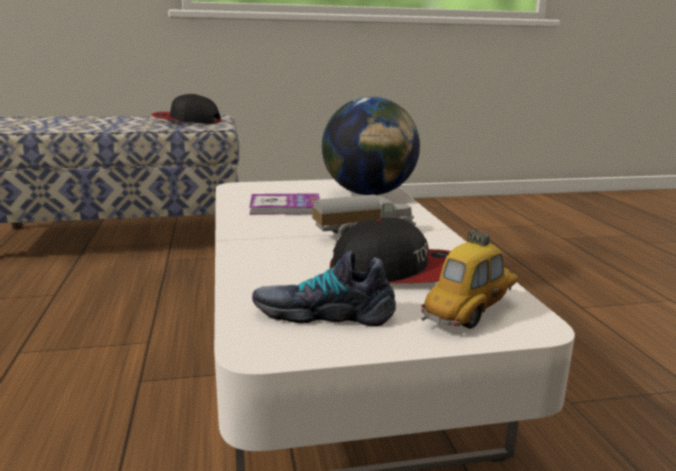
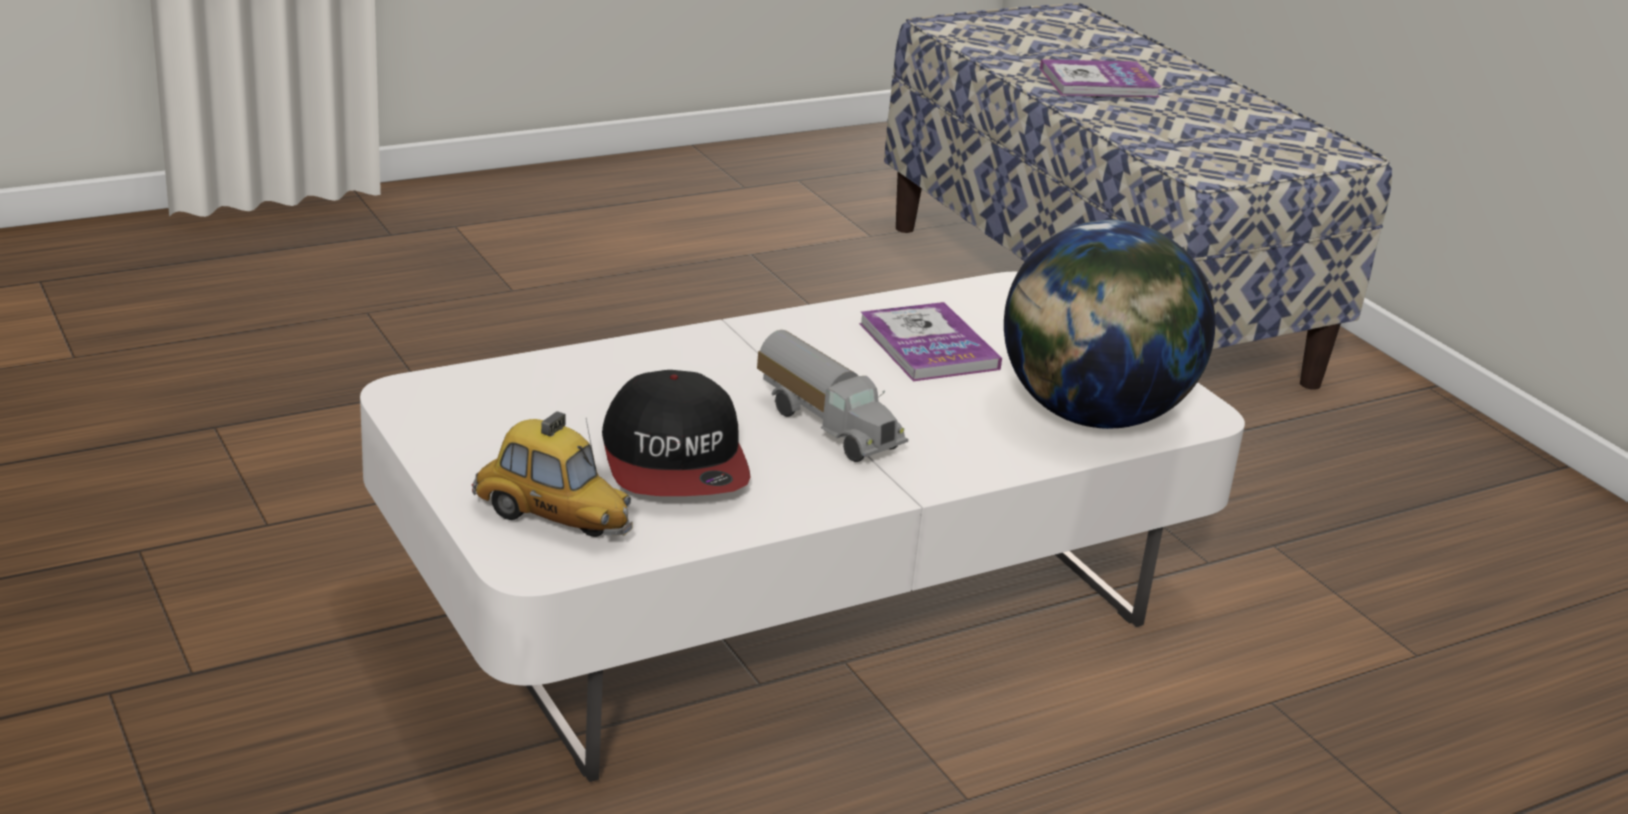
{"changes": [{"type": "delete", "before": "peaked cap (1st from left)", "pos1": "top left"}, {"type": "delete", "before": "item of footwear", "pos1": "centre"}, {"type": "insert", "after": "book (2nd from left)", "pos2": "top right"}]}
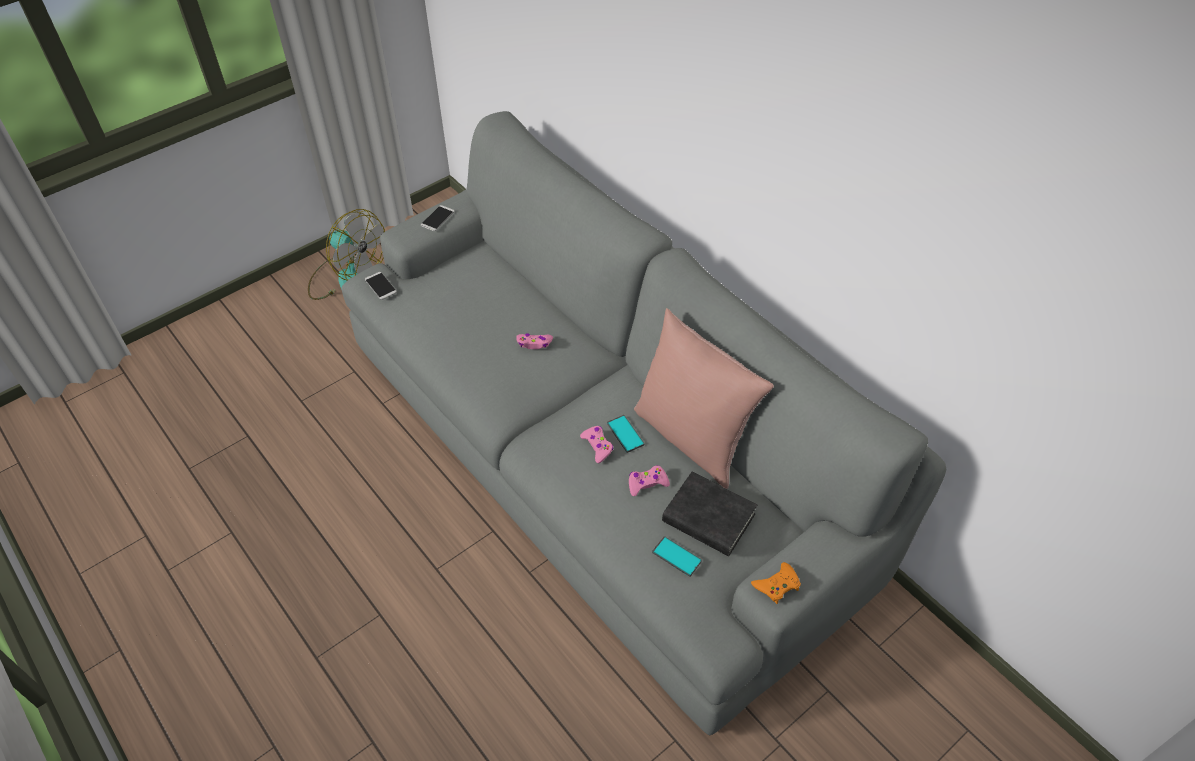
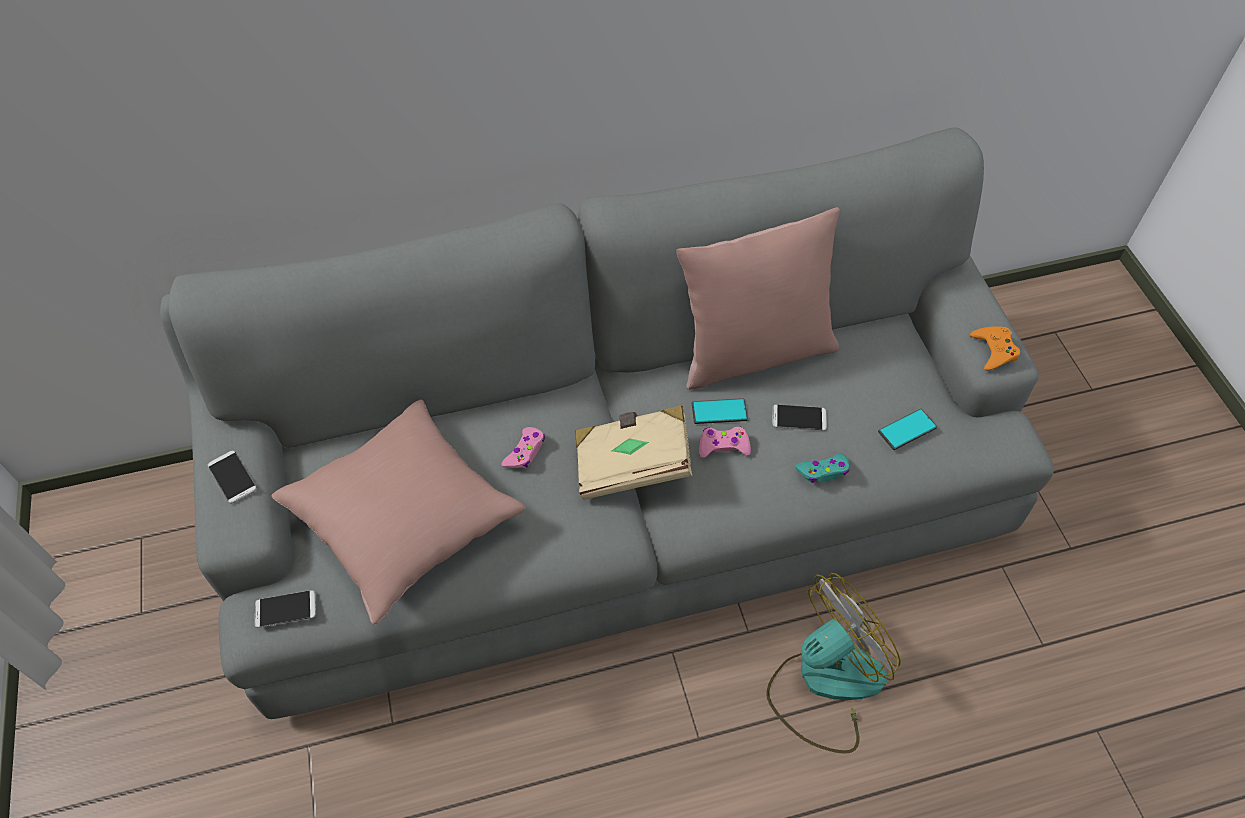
{"changes": [{"type": "move", "before": "cooling fan", "pos1": "middle left", "pos2": "bottom right"}, {"type": "replace", "before": "pinkish joypad (3rd from left)", "after": "phone (4th from left)", "pos1": "centre", "pos2": "centre"}, {"type": "delete", "before": "blackish book", "pos1": "bottom centre"}, {"type": "insert", "after": "pinkish throw pillow (1st from left)", "pos2": "middle left"}, {"type": "insert", "after": "sand-coloured book", "pos2": "centre"}, {"type": "insert", "after": "turquoise joypad", "pos2": "centre"}]}
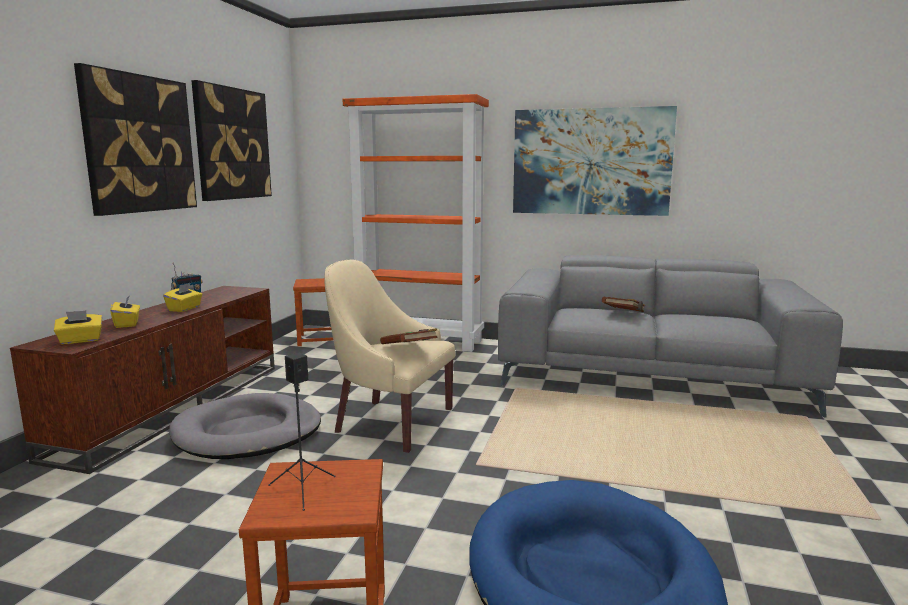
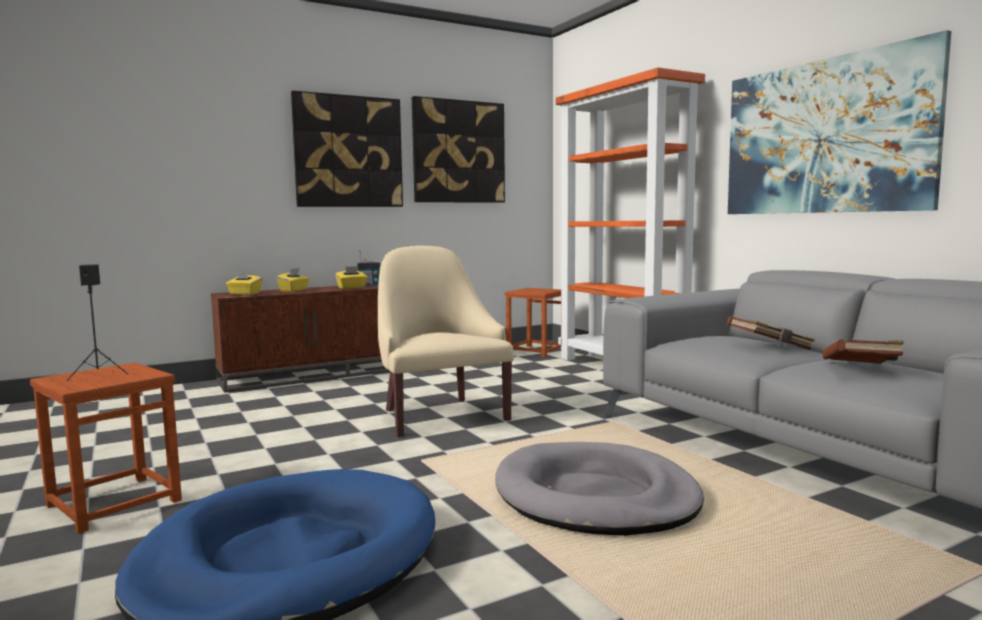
{"changes": [{"type": "move", "before": "greyish dog bed", "pos1": "bottom left", "pos2": "bottom centre"}, {"type": "move", "before": "brown-coloured book (1st from left in the first image)", "after": "brown-coloured book (2nd from left)", "pos1": "centre", "pos2": "middle right"}]}
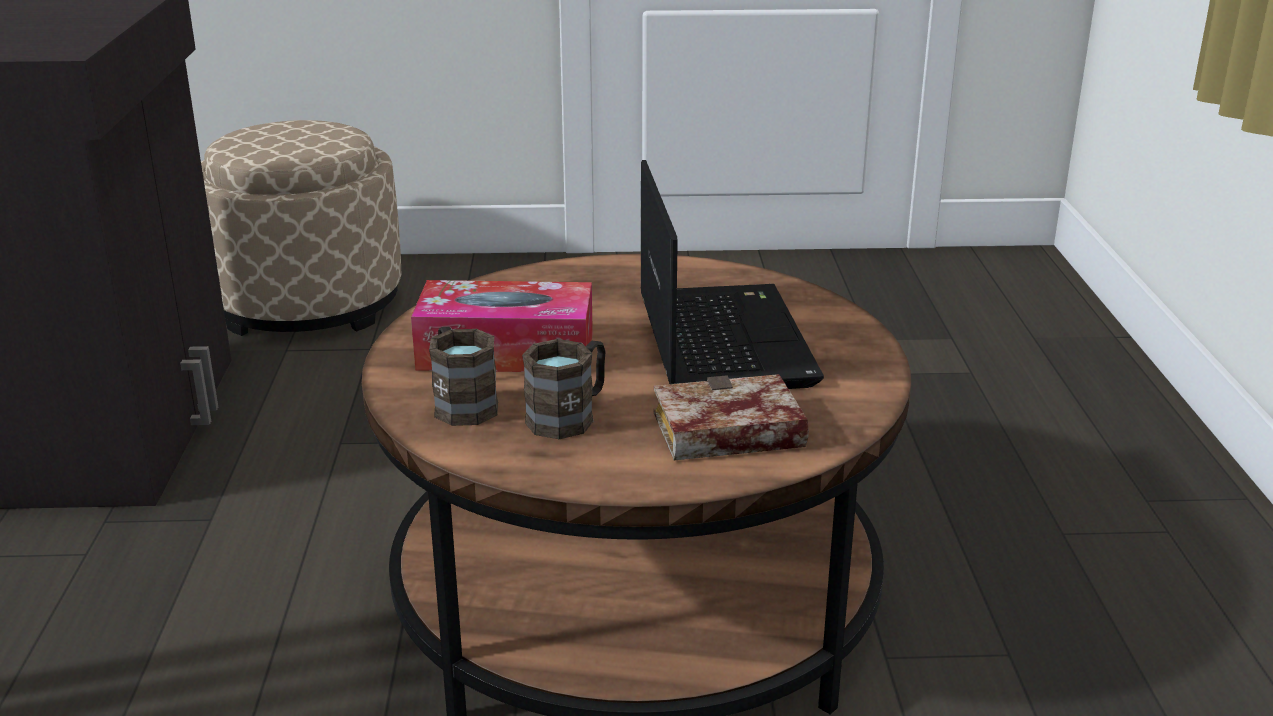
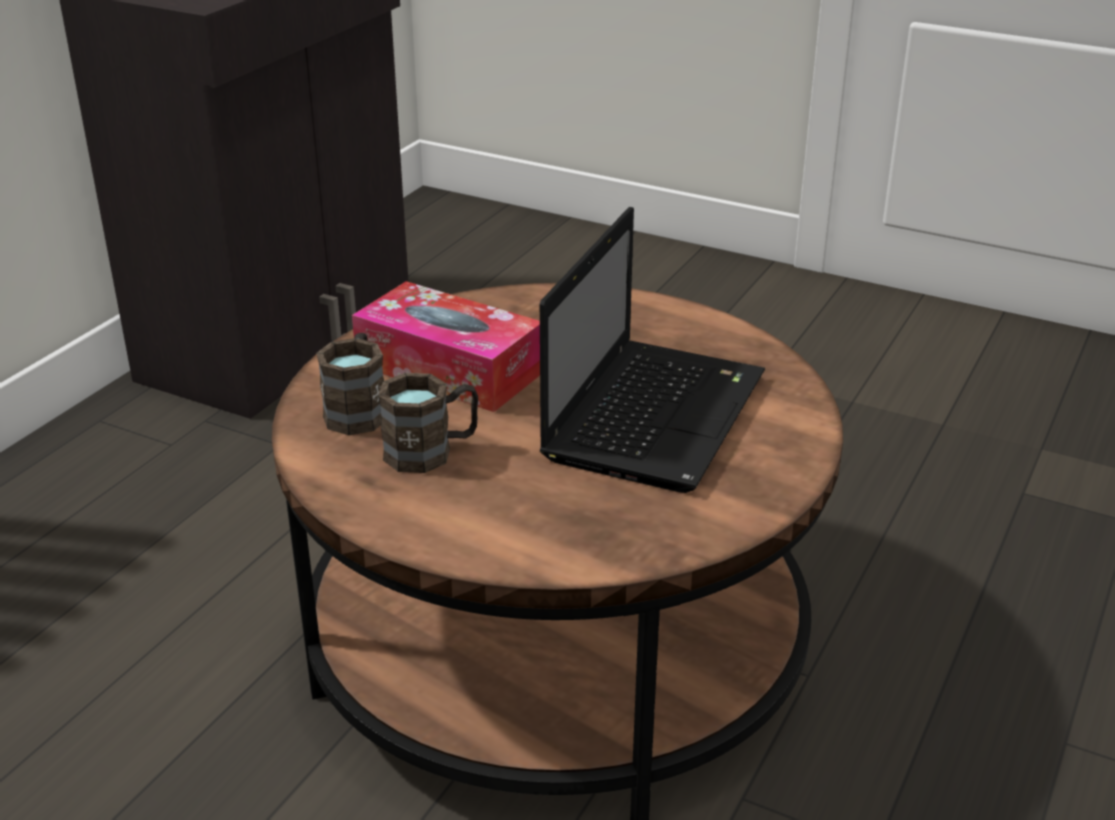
{"changes": [{"type": "delete", "before": "sand-coloured pouffe", "pos1": "top left"}, {"type": "delete", "before": "book", "pos1": "centre"}]}
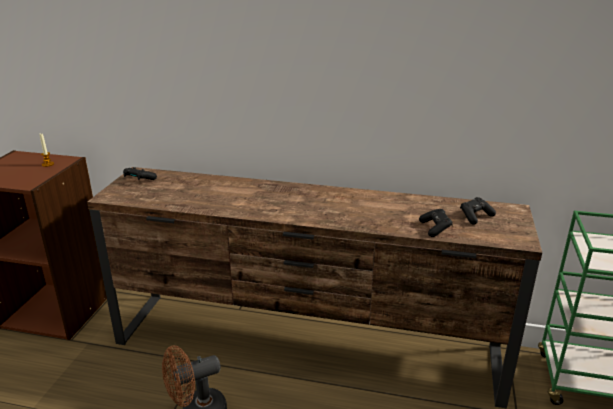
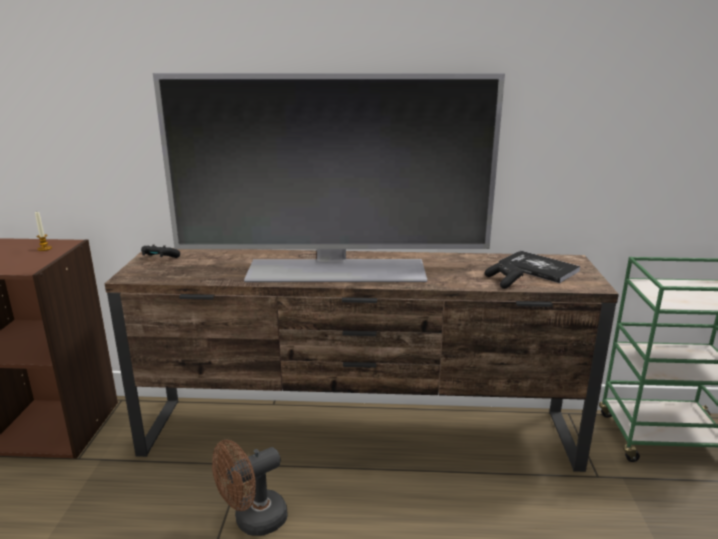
{"changes": [{"type": "replace", "before": "blackish joypad (3rd from left)", "after": "book", "pos1": "middle right", "pos2": "middle right"}, {"type": "insert", "after": "TV", "pos2": "top centre"}]}
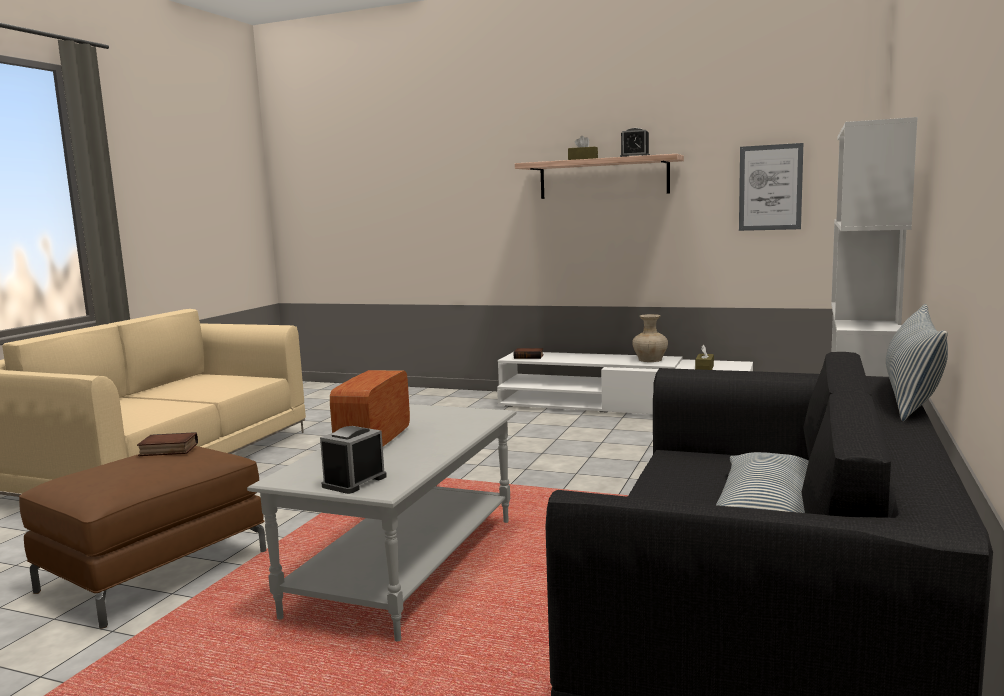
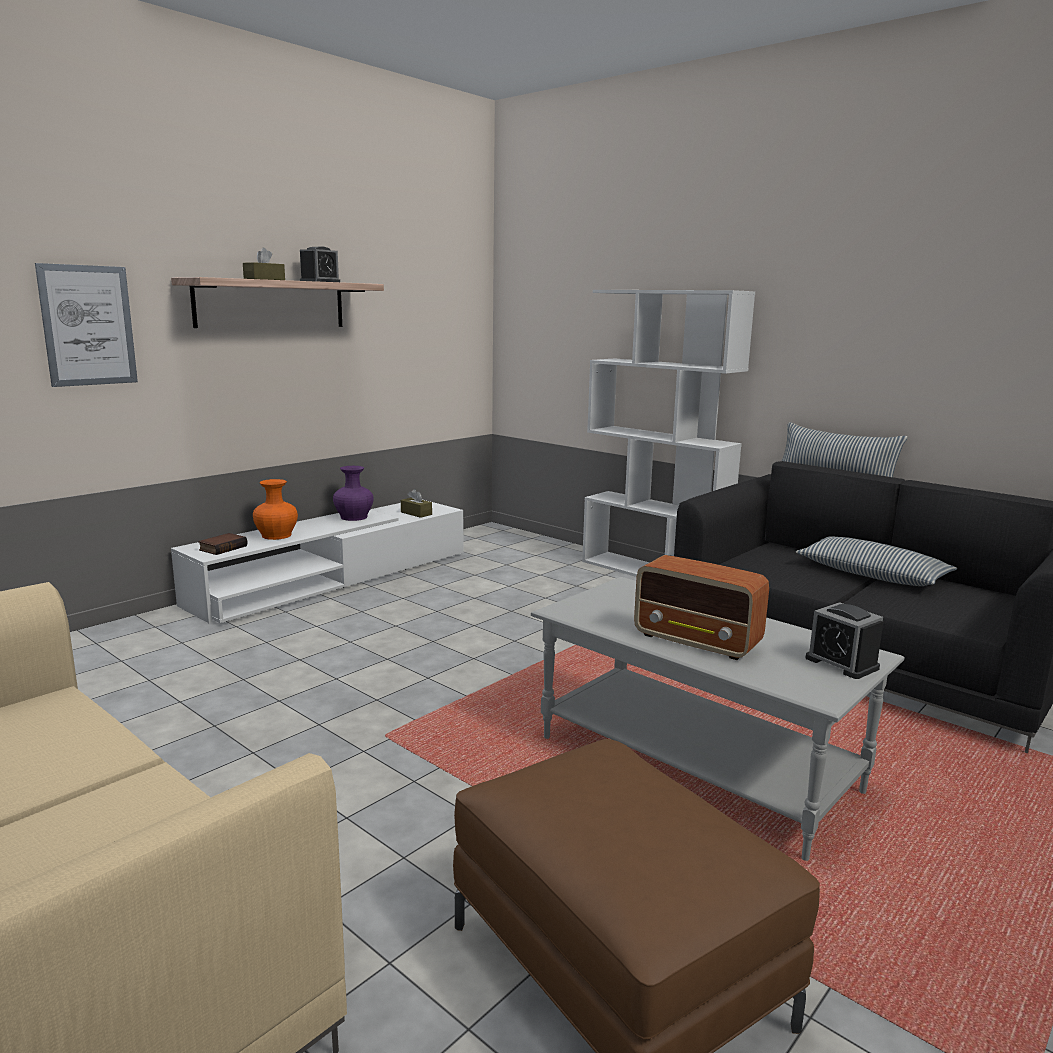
{"changes": [{"type": "delete", "before": "book (1st from left)", "pos1": "middle left"}, {"type": "recolor", "before": "sand-coloured decorative vase", "after": "purplish decorative vase", "pos1": "centre", "pos2": "centre"}, {"type": "move", "before": "wall picture", "pos1": "top right", "pos2": "top left"}, {"type": "insert", "after": "orange-coloured decorative vase", "pos2": "middle left"}]}
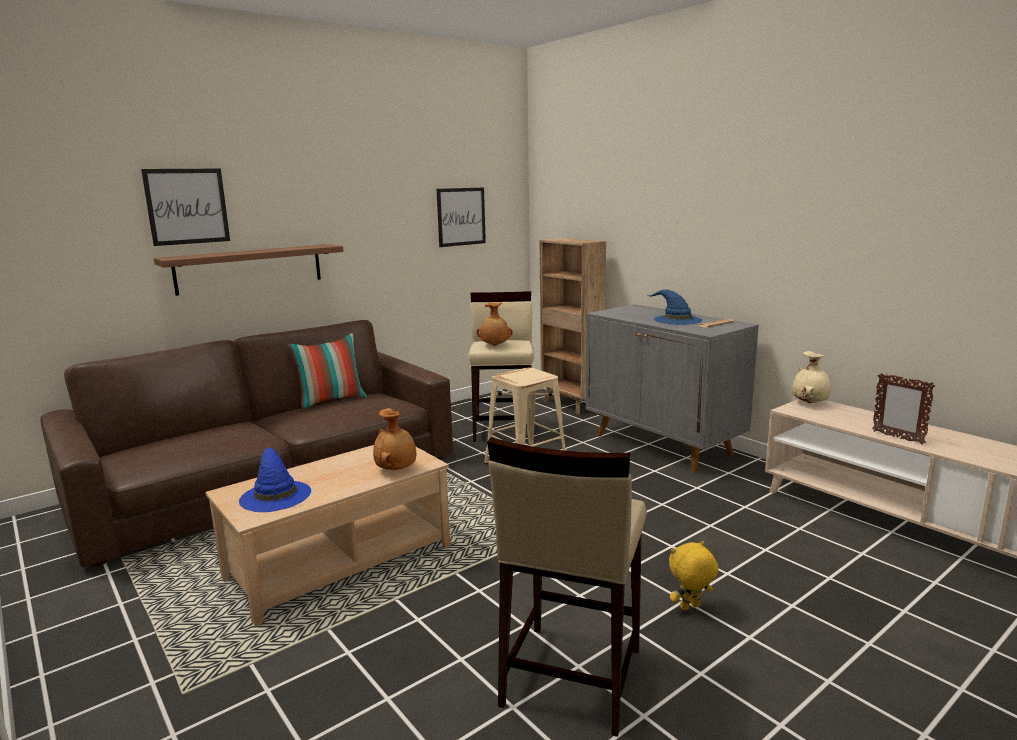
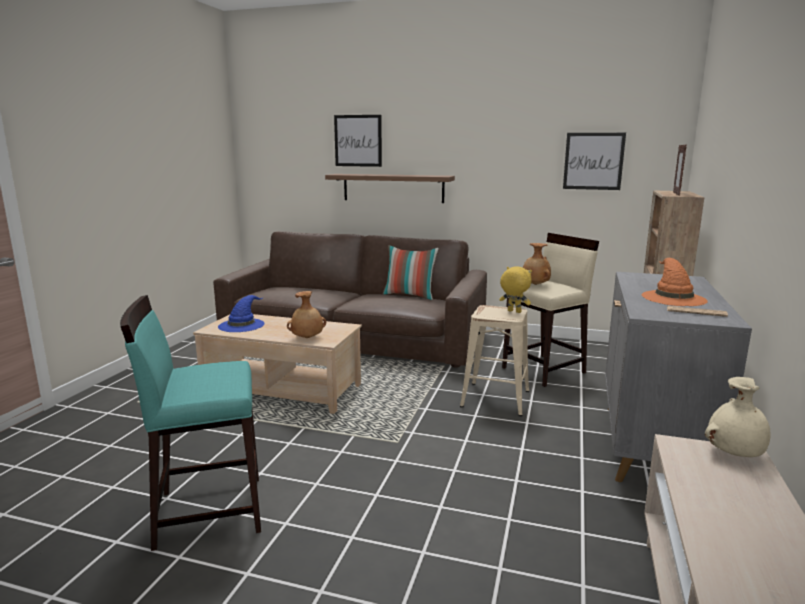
{"changes": [{"type": "recolor", "before": "sand-coloured sitting stool (3rd from left)", "after": "turquoise sitting stool", "pos1": "bottom centre", "pos2": "bottom left"}, {"type": "recolor", "before": "bluish hat (2nd from left)", "after": "orange-coloured hat", "pos1": "centre", "pos2": "middle right"}, {"type": "move", "before": "yellow cuddly toy", "pos1": "bottom right", "pos2": "centre"}, {"type": "move", "before": "picture frame", "pos1": "middle right", "pos2": "top right"}]}
